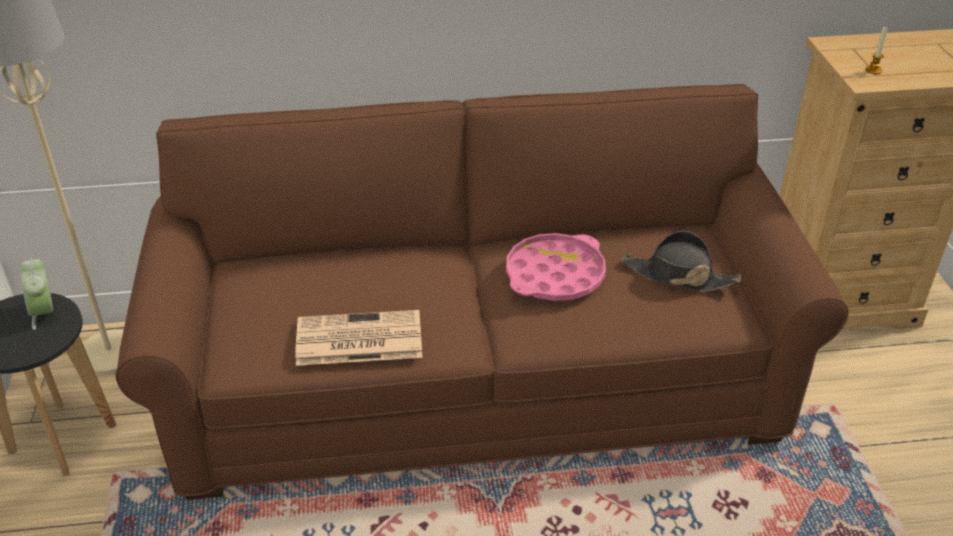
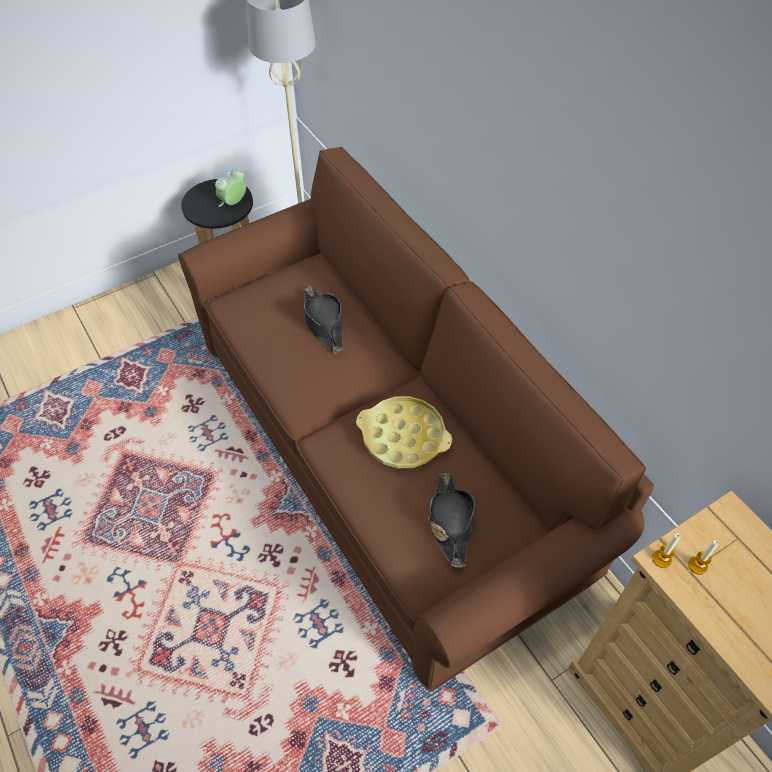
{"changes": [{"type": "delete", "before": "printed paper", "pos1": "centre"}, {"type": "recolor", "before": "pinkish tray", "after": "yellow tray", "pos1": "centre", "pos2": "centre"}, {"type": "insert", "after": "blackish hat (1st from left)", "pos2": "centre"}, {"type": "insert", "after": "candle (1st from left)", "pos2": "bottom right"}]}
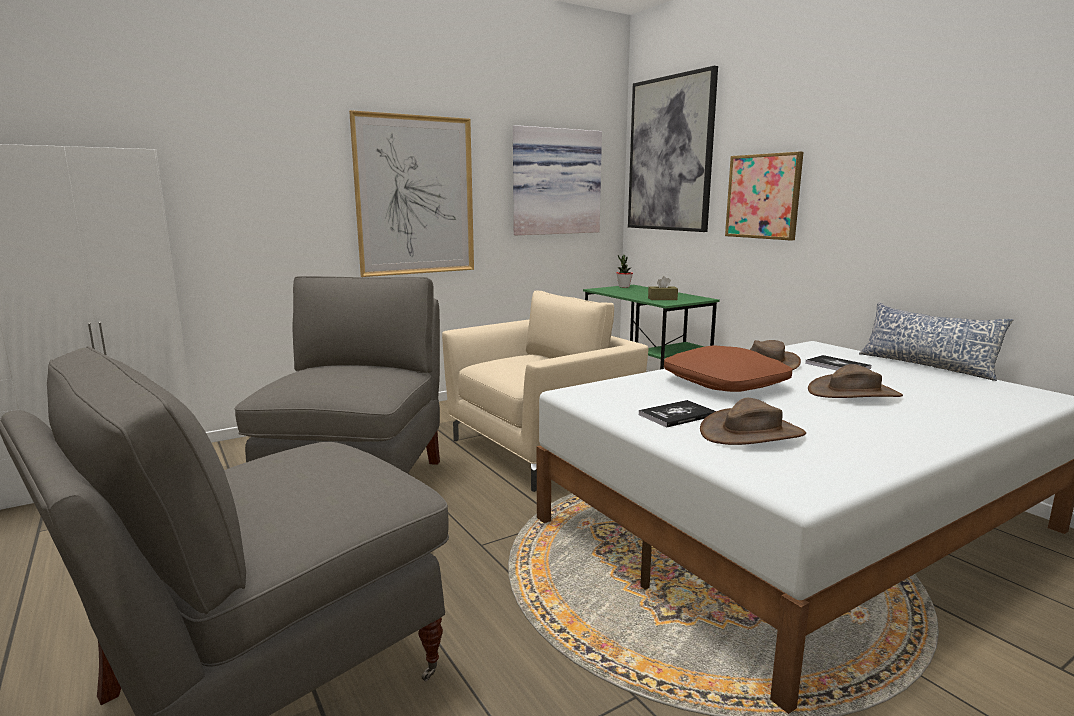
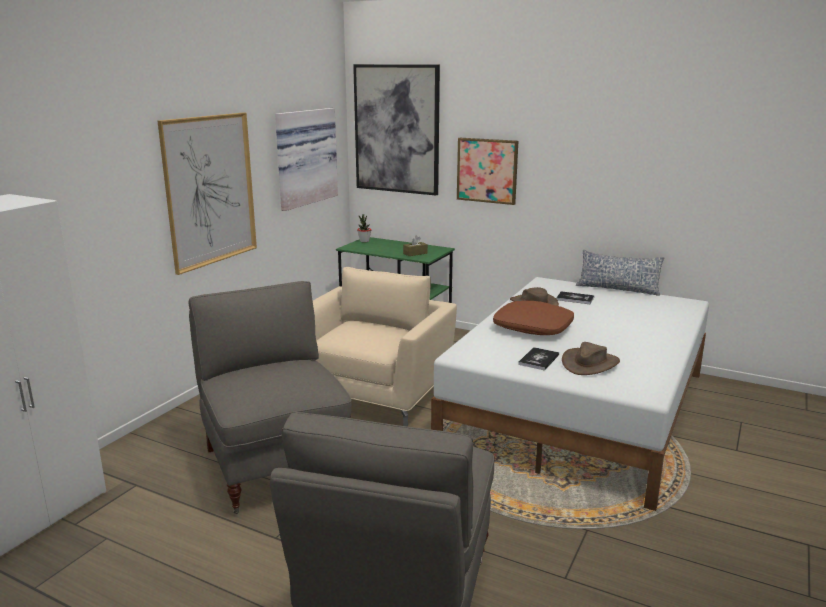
{"changes": [{"type": "delete", "before": "brown-coloured hat (3rd from left)", "pos1": "middle right"}]}
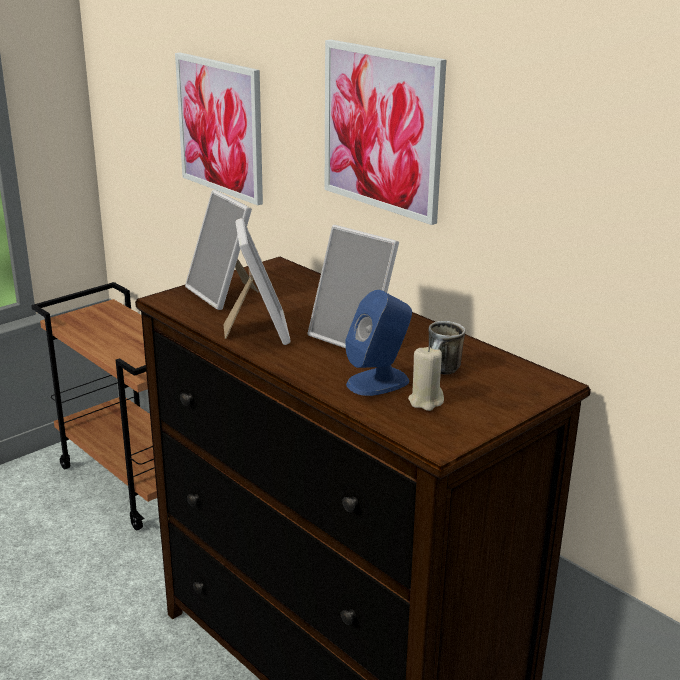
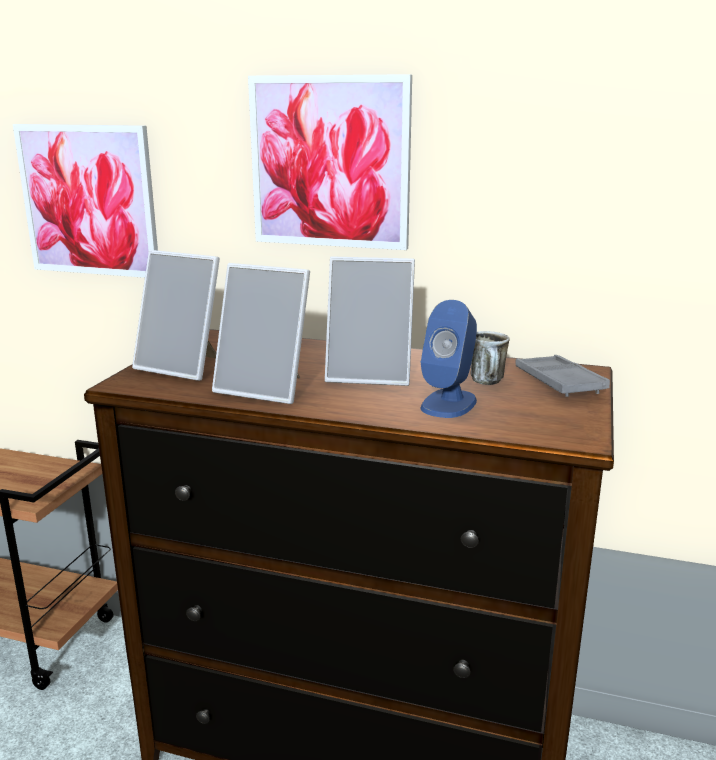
{"changes": [{"type": "rotate", "before": "picture frame (2nd from left)", "pos1": "centre", "pos2": "centre", "turn": 150}, {"type": "delete", "before": "sand-coloured candle", "pos1": "centre"}, {"type": "insert", "after": "greyish tray", "pos2": "middle right"}]}
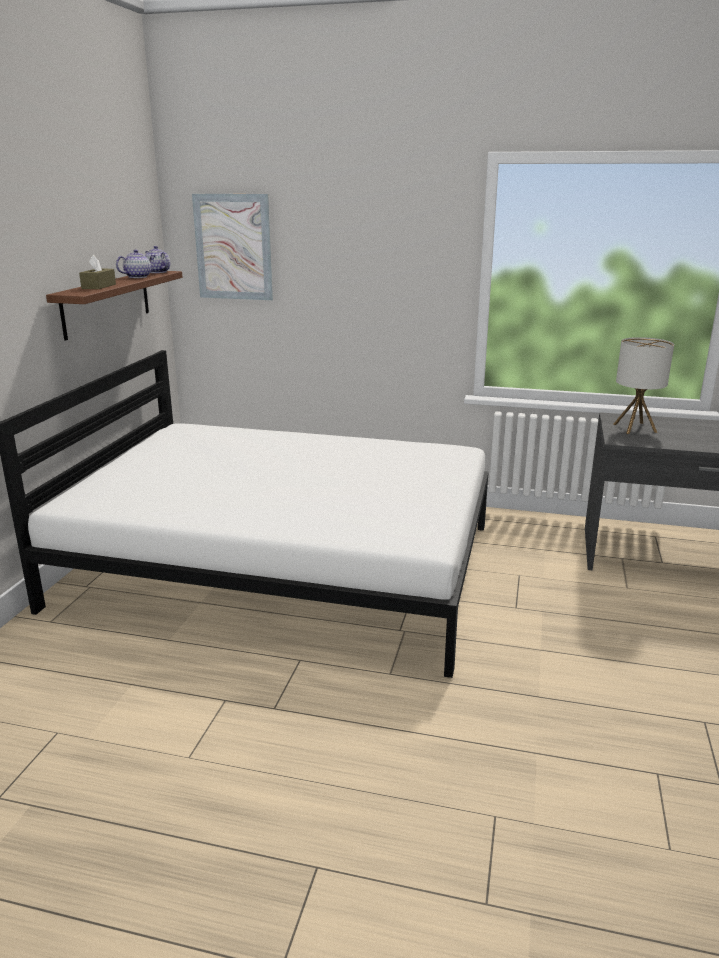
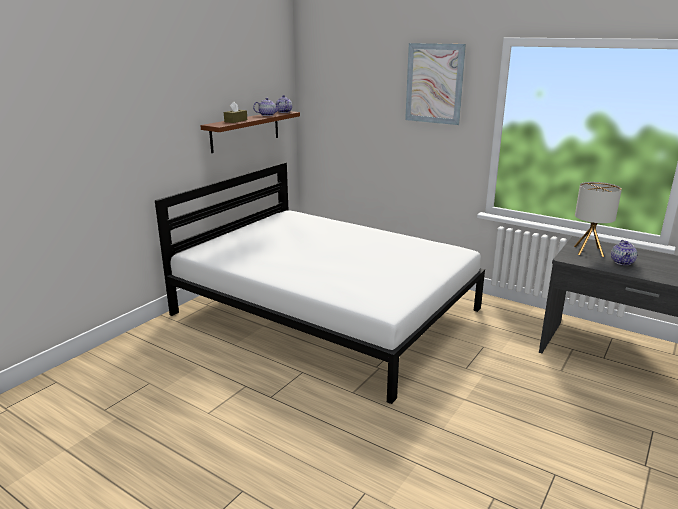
{"changes": [{"type": "move", "before": "wall picture", "pos1": "top left", "pos2": "top centre"}, {"type": "insert", "after": "teapot (3rd from left)", "pos2": "middle right"}]}
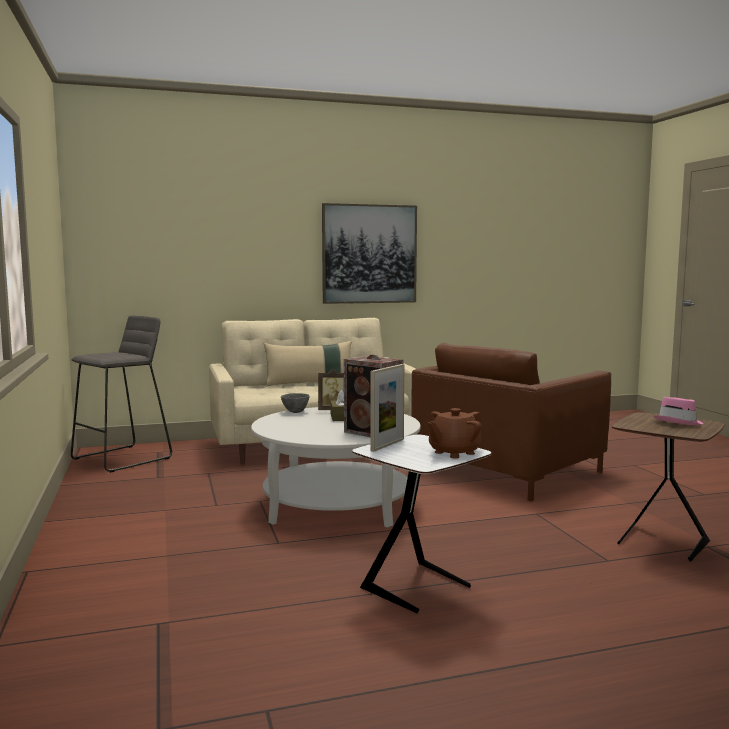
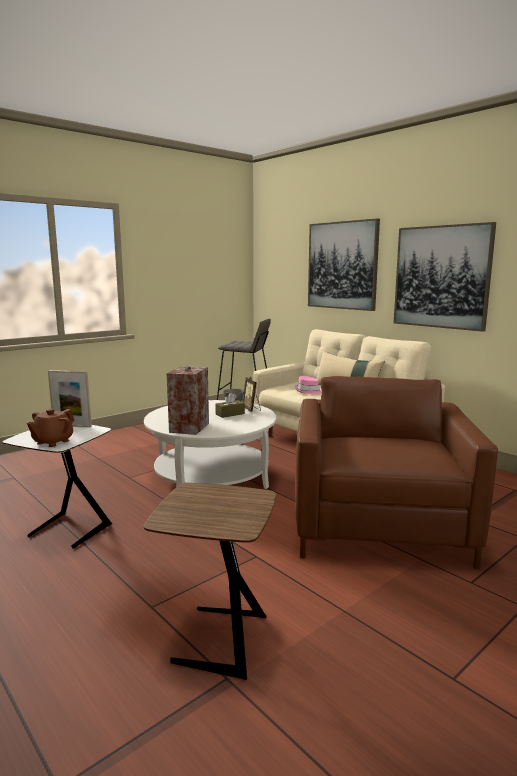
{"changes": [{"type": "rotate", "before": "brown-coloured lounge chair", "pos1": "middle right", "pos2": "middle right", "turn": 75}, {"type": "rotate", "before": "brown-coloured teapot", "pos1": "centre", "pos2": "middle left", "turn": -90}, {"type": "move", "before": "pinkish hat", "pos1": "middle right", "pos2": "centre"}, {"type": "insert", "after": "wall picture (1st from left)", "pos2": "centre"}]}
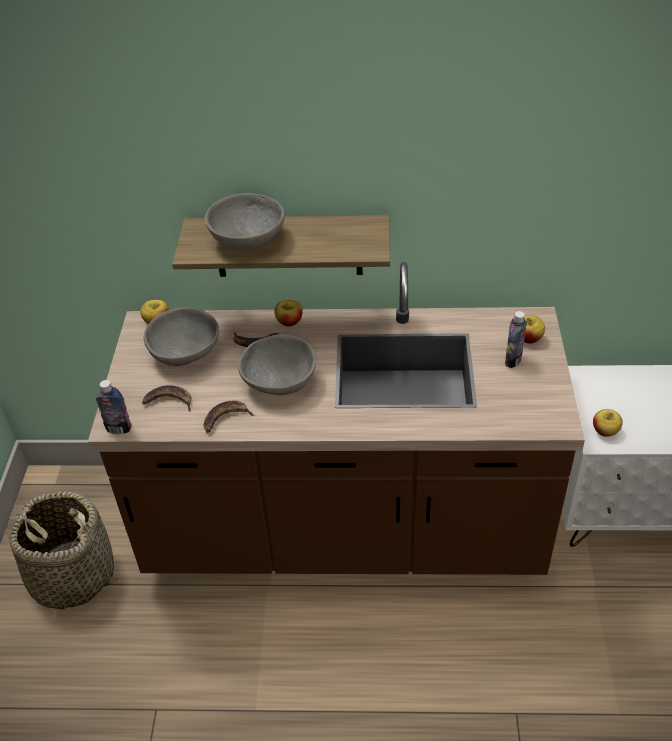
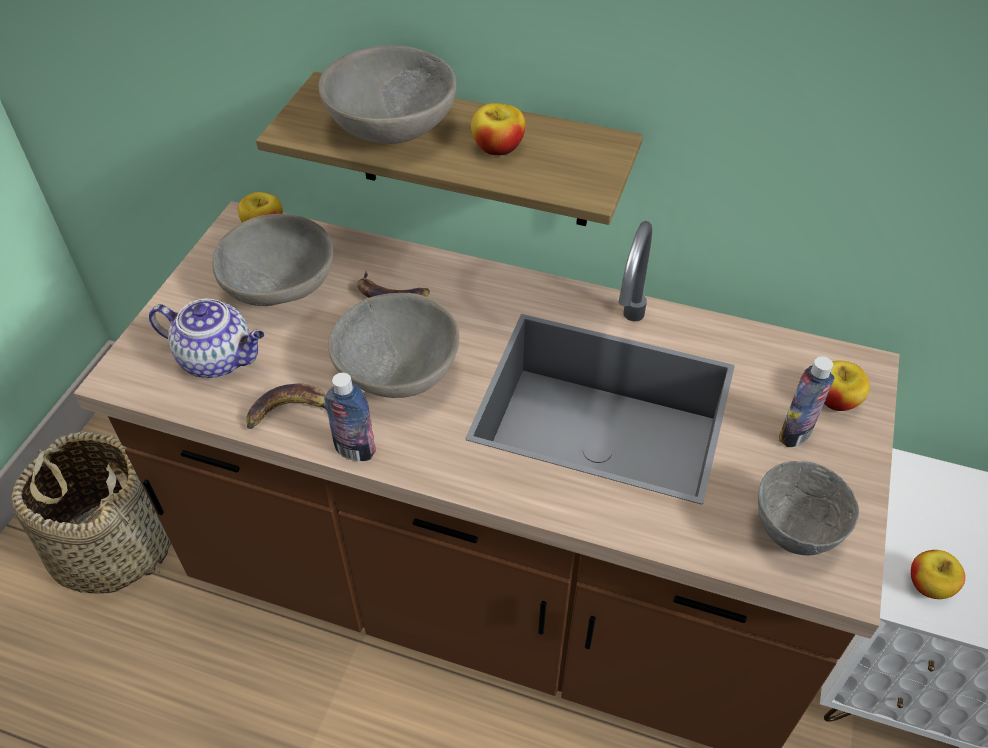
{"changes": [{"type": "move", "before": "bottle (1st from left)", "pos1": "middle left", "pos2": "centre"}, {"type": "replace", "before": "whole banana (1st from left)", "after": "teapot", "pos1": "middle left", "pos2": "middle left"}, {"type": "move", "before": "apple (2nd from left)", "pos1": "centre", "pos2": "top centre"}, {"type": "insert", "after": "greyish serving bowl (4th from left)", "pos2": "bottom right"}]}
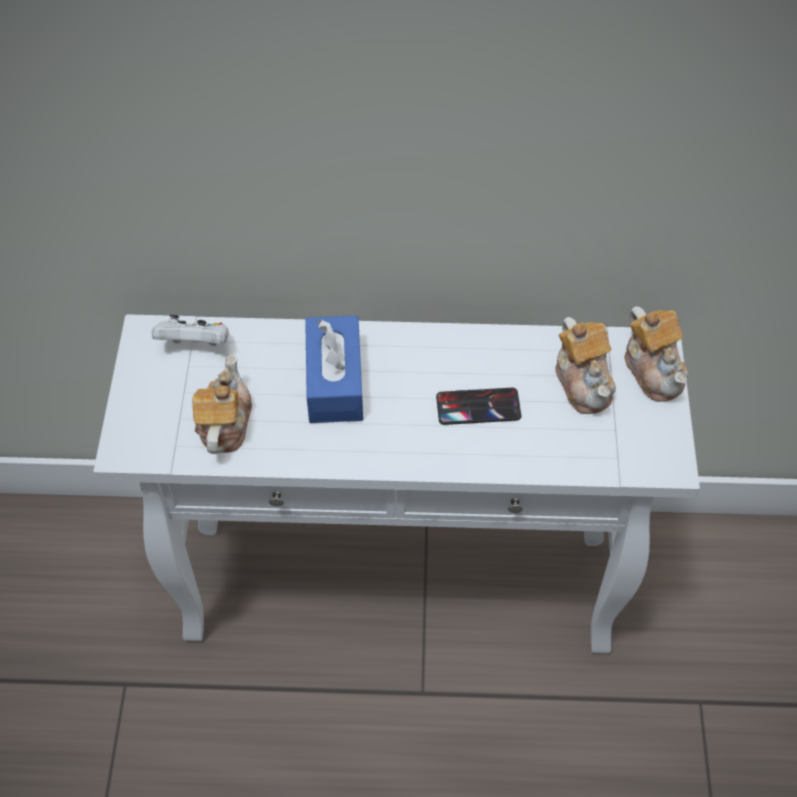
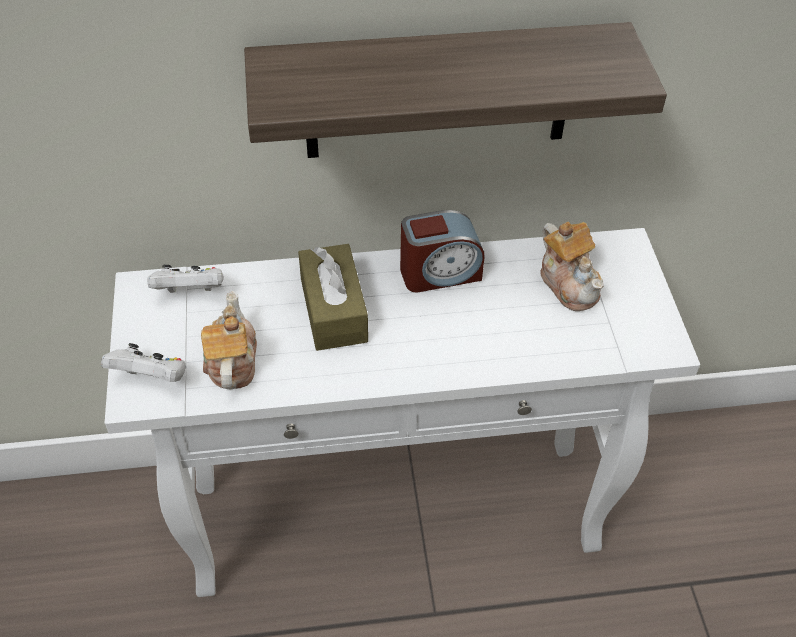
{"changes": [{"type": "recolor", "before": "bluish tissue holder", "after": "brown-coloured tissue holder", "pos1": "centre", "pos2": "centre"}, {"type": "delete", "before": "phone", "pos1": "centre"}, {"type": "delete", "before": "teapot (3rd from left)", "pos1": "middle right"}, {"type": "insert", "after": "white joypad (1st from left)", "pos2": "middle left"}, {"type": "insert", "after": "shelf", "pos2": "top centre"}, {"type": "insert", "after": "alarm clock", "pos2": "centre"}]}
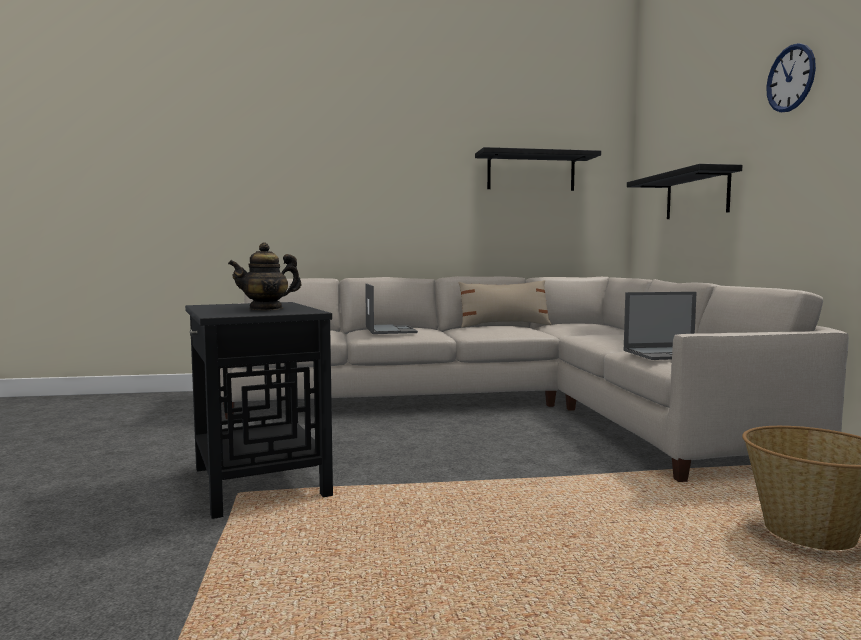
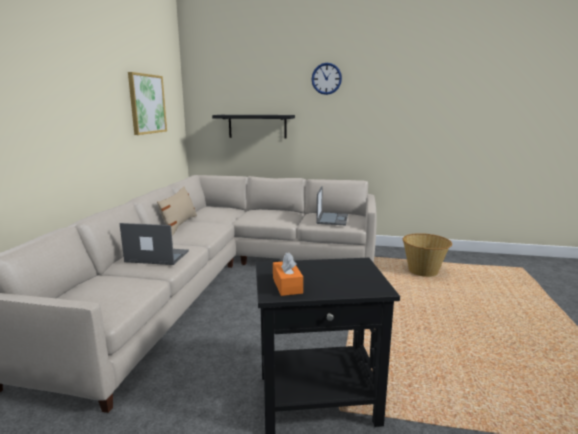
{"changes": [{"type": "delete", "before": "teapot", "pos1": "middle left"}, {"type": "replace", "before": "blackish shelf (1st from left)", "after": "wall picture", "pos1": "top centre", "pos2": "top left"}, {"type": "insert", "after": "orange-coloured tissue holder", "pos2": "centre"}]}
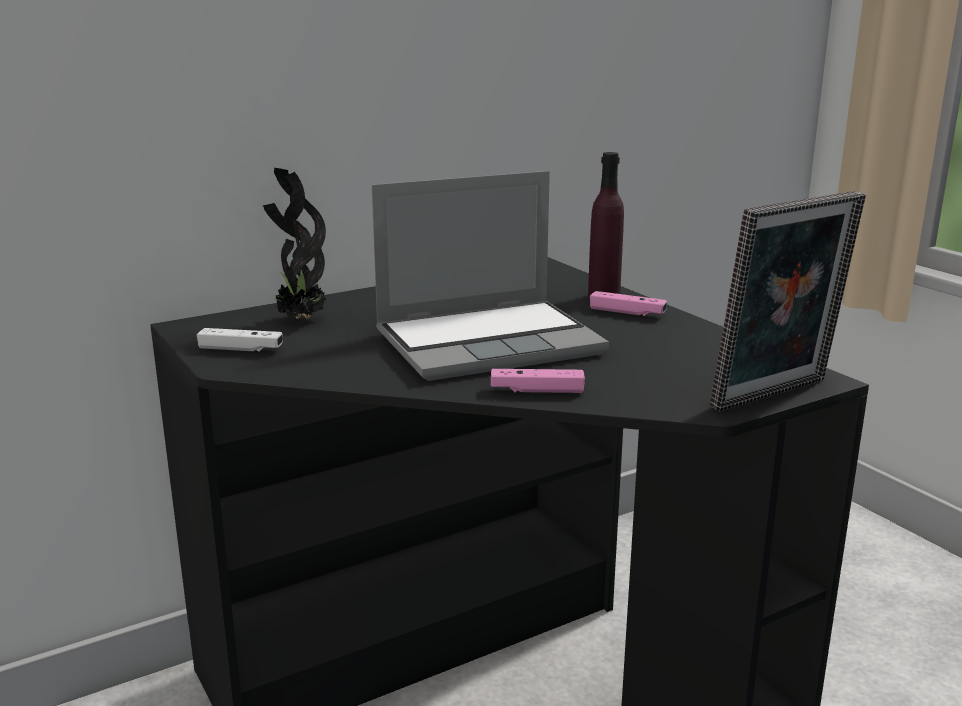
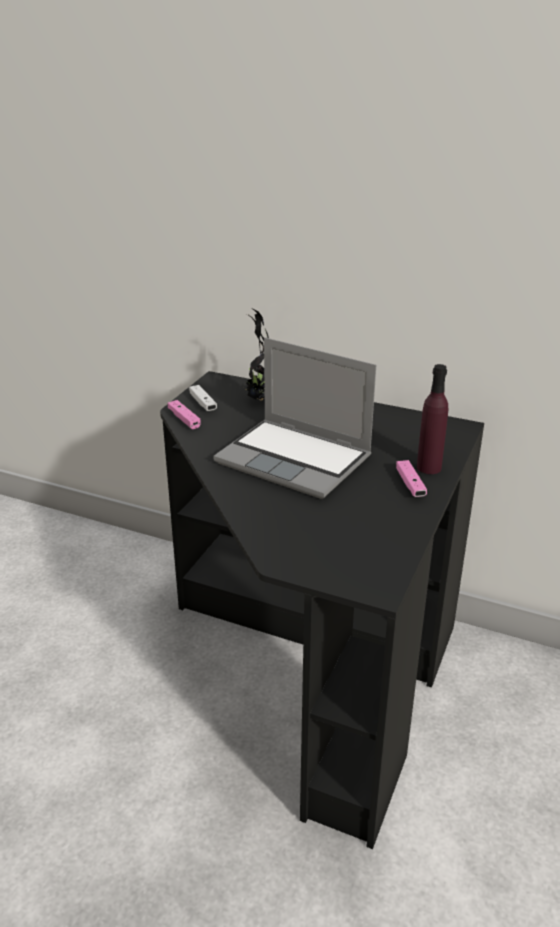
{"changes": [{"type": "move", "before": "pinkish joypad (1st from left)", "pos1": "centre", "pos2": "middle left"}, {"type": "delete", "before": "picture frame", "pos1": "middle right"}]}
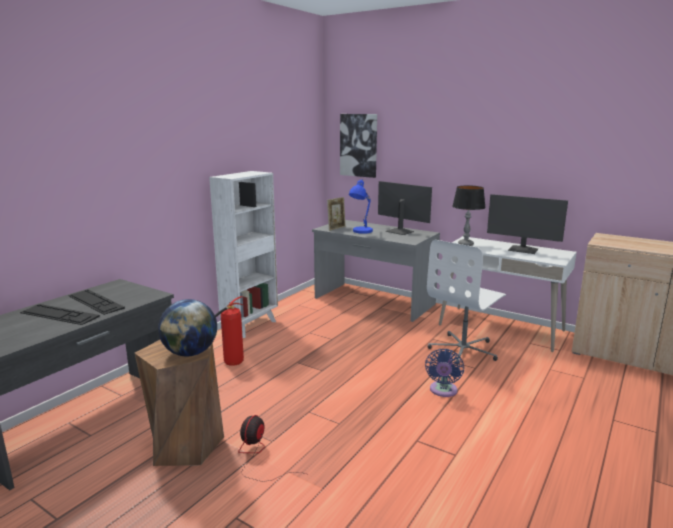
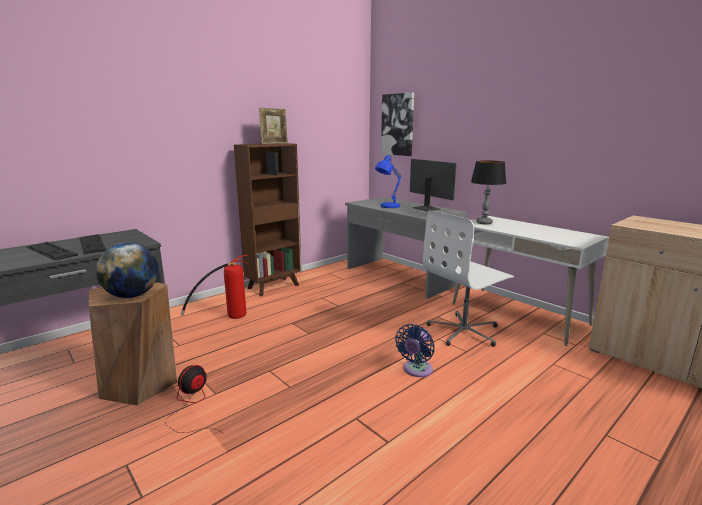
{"changes": [{"type": "recolor", "before": "white bookcase", "after": "brown-coloured bookcase", "pos1": "centre", "pos2": "centre"}, {"type": "move", "before": "picture frame", "pos1": "centre", "pos2": "top centre"}, {"type": "delete", "before": "computer screen (2nd from left)", "pos1": "middle right"}]}
